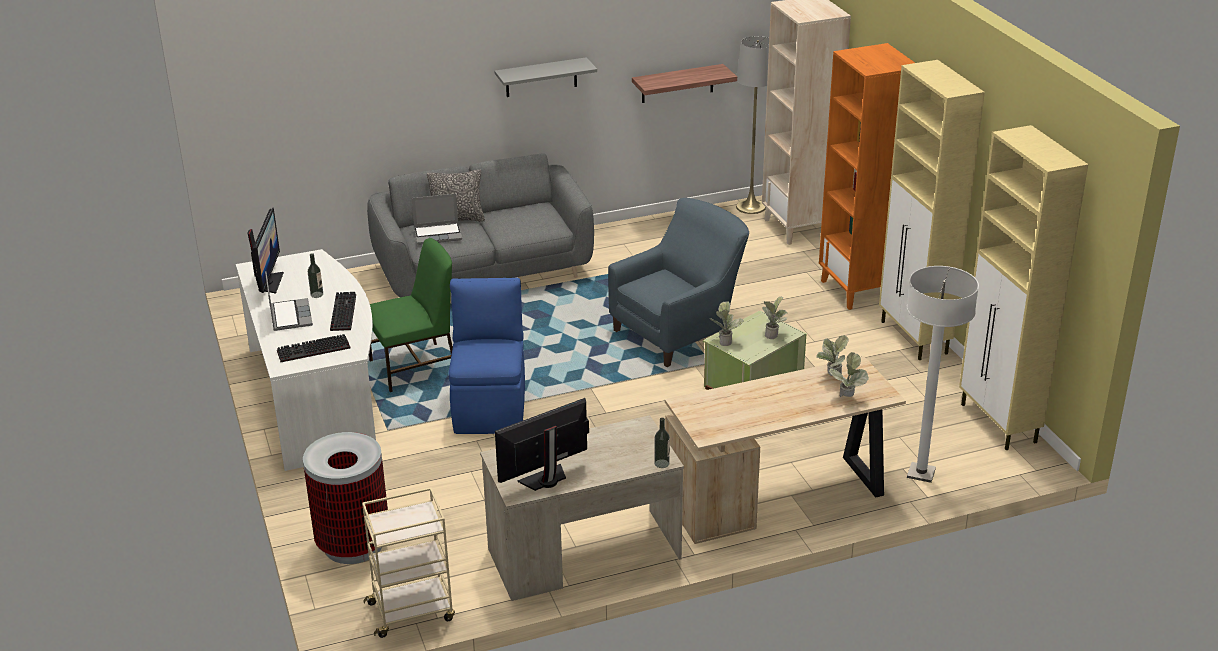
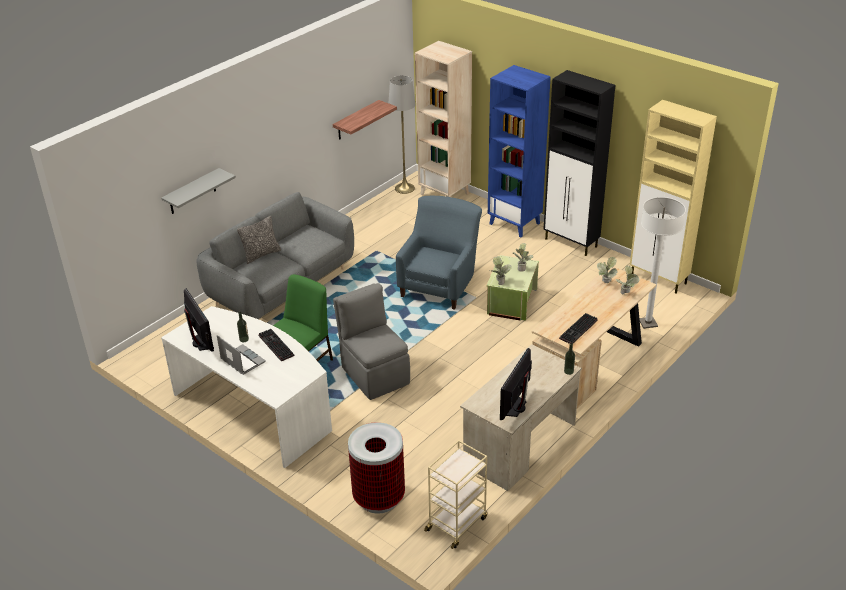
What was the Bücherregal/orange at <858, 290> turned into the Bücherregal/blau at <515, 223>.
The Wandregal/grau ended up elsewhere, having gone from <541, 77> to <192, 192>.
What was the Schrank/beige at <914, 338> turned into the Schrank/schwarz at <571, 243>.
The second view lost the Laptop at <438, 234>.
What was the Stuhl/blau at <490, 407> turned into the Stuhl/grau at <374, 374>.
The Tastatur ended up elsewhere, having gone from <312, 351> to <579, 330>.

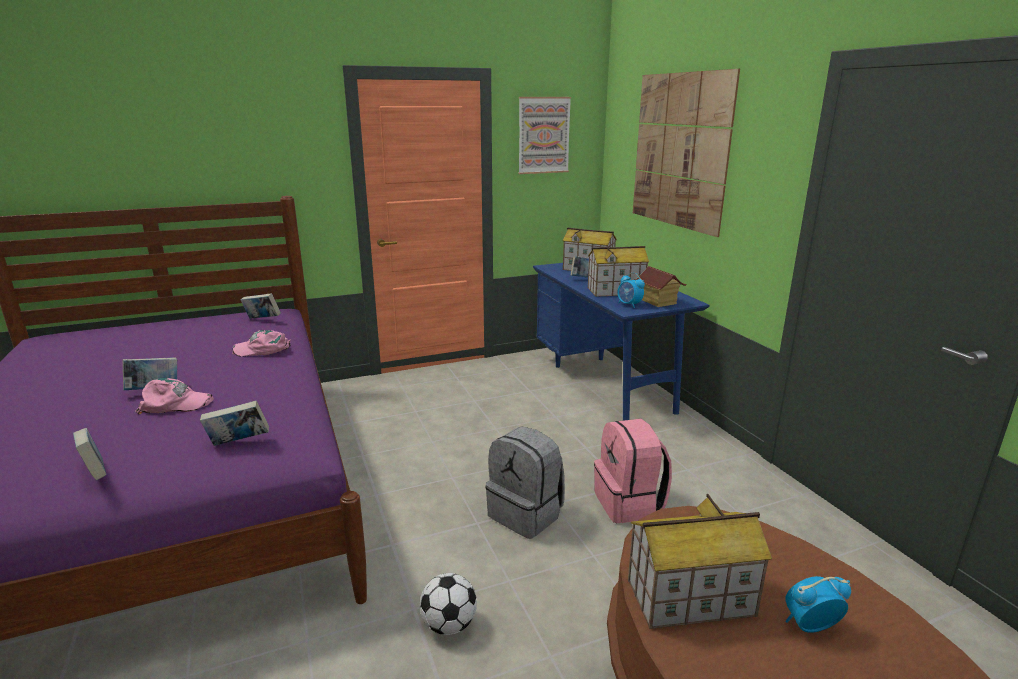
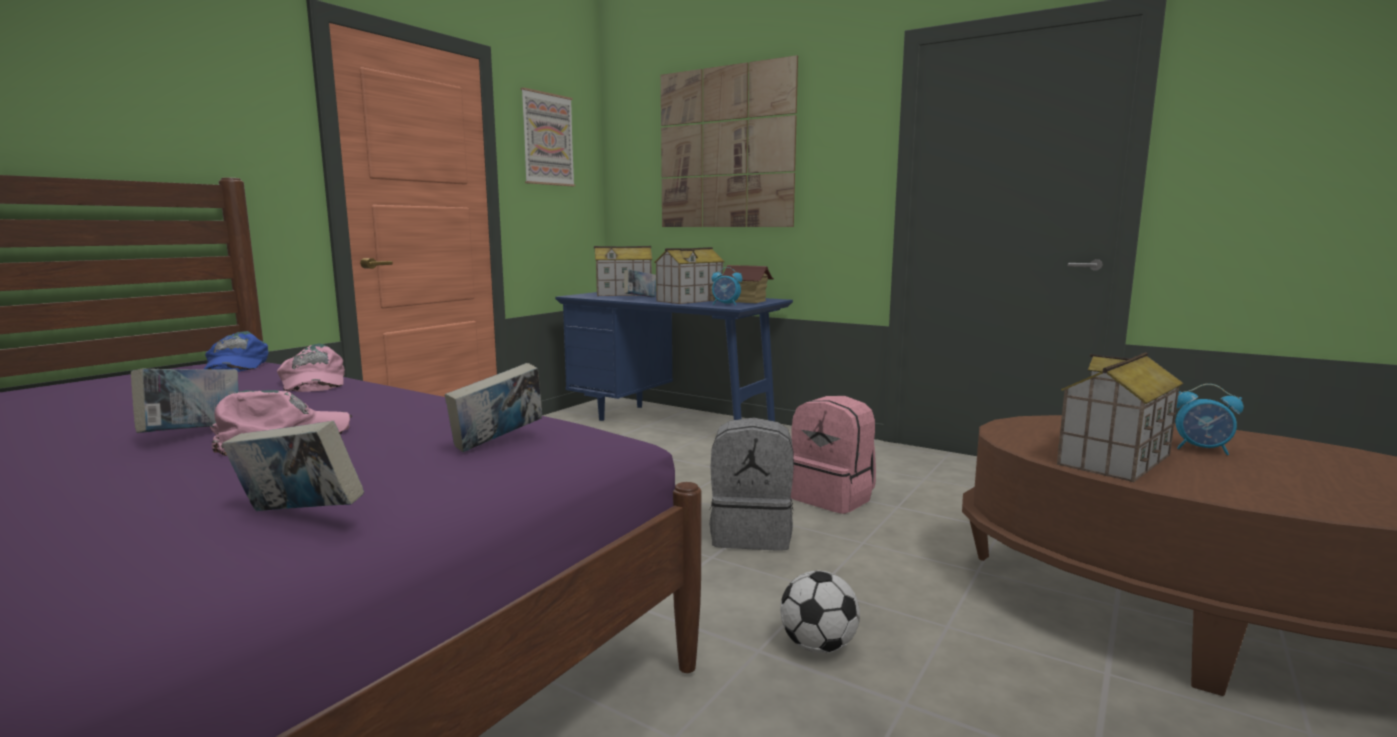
Where the Buch stood at <262, 319>, the Kappe/blau came to stand at <235, 365>.
The Kappe/rosa at <263, 349> ended up facing another way, 75 degrees counterclockwise from before.
The Wecker at <809, 625> ended up facing another way, 105 degrees counterclockwise from before.

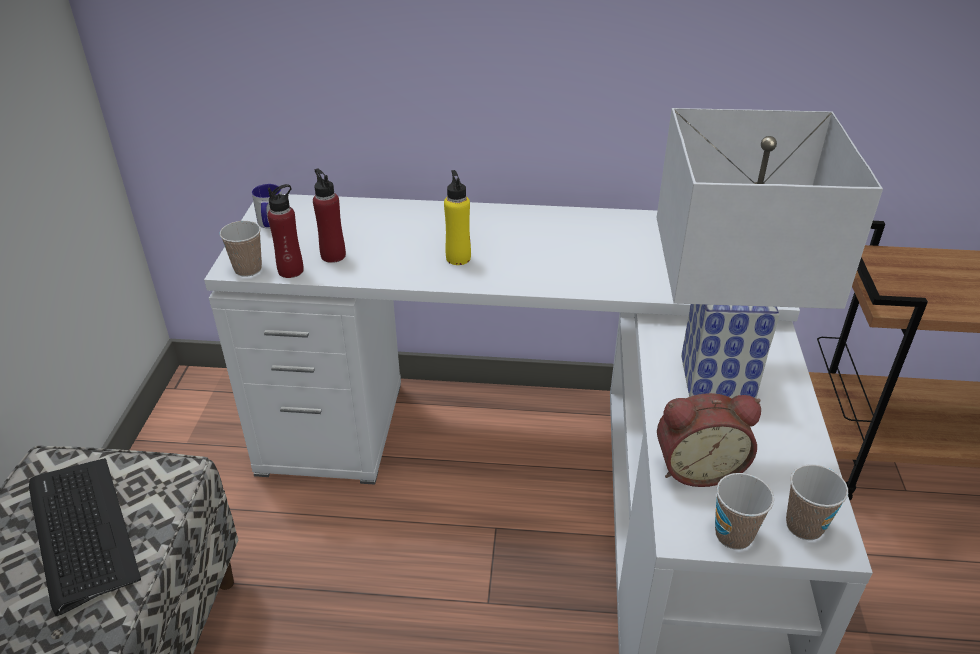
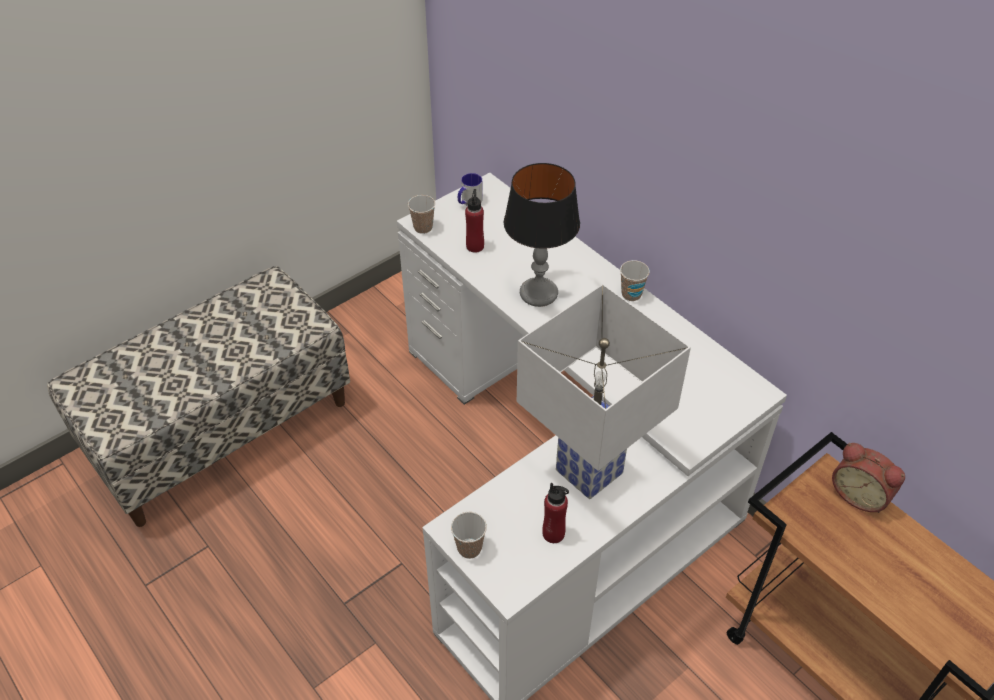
Where the Flasche/gelb stood at <458, 258>, the Tischlampe came to stand at <538, 293>.
The Flasche/rot ended up elsewhere, having gone from <291, 270> to <553, 533>.
The Wecker ended up elsewhere, having gone from <697, 467> to <860, 494>.
The second view lost the Tastatur at <81, 531>.
The Tasse ended up elsewhere, having gone from <804, 526> to <631, 294>.

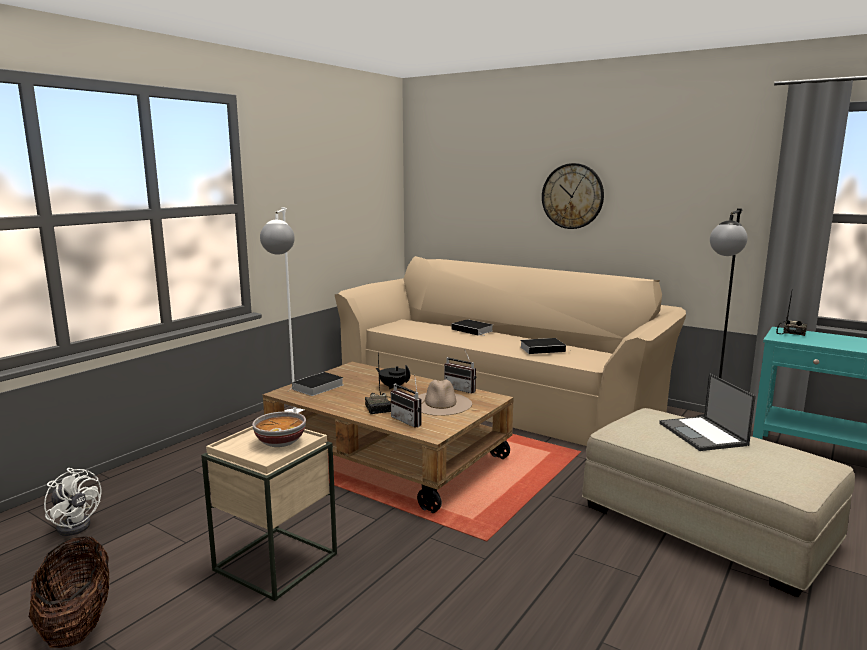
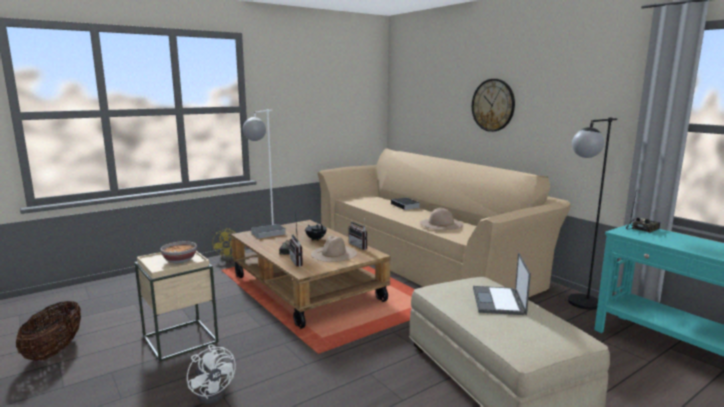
Where the Buch stood at <543, 349>, the Hut/beige came to stand at <441, 224>.
The Ventilator/weiß ended up elsewhere, having gone from <76, 524> to <214, 392>.
The second view gained the Ventilator/gelb at <231, 257>.

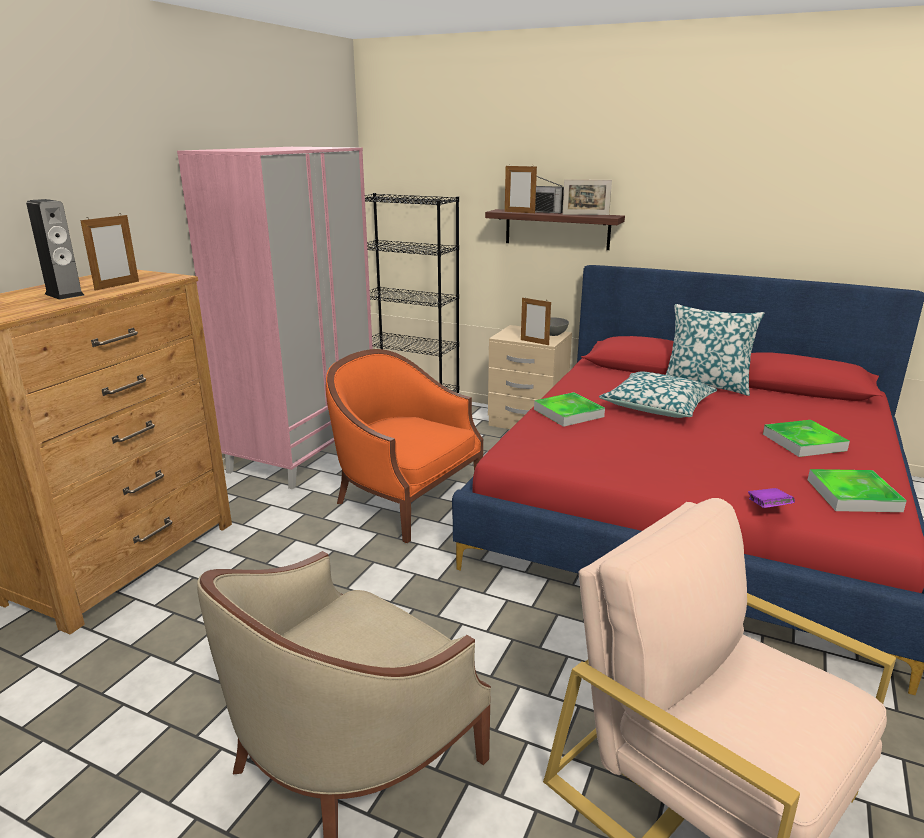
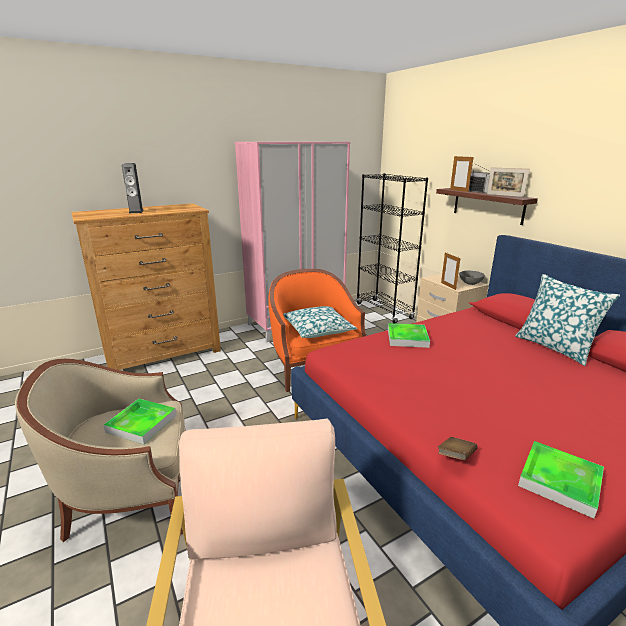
The second view lost the Bilderrahmen at <117, 285>.
The Kissen ended up elsewhere, having gone from <657, 406> to <318, 329>.
The Tablett ended up elsewhere, having gone from <804, 442> to <142, 423>.
What was the Buch/lila at <768, 508> turned into the Buch/braun at <456, 456>.

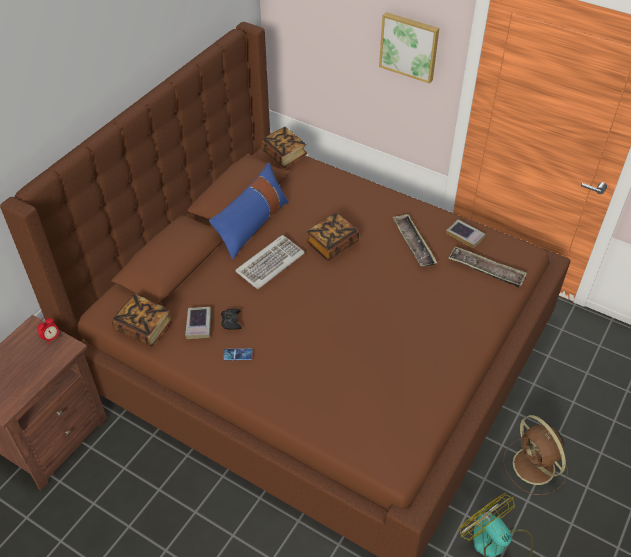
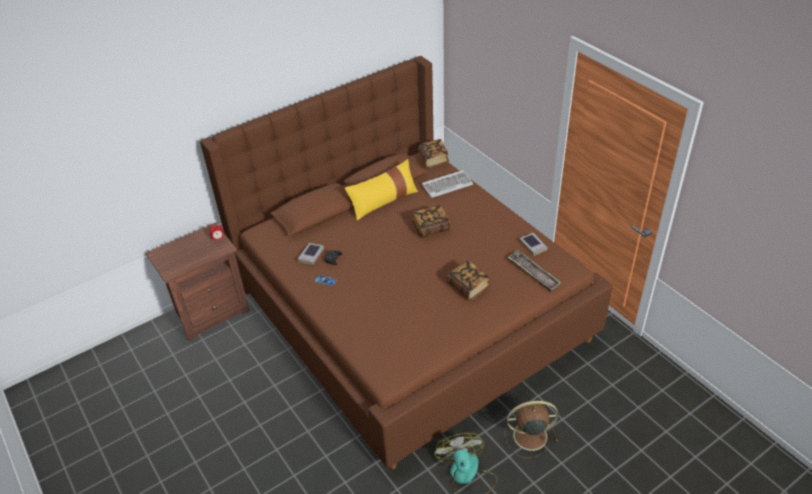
The second view lost the Bild at <409, 46>.
What was the Kissen/blau at <252, 225> turned into the Kissen/gelb at <383, 201>.
The second view lost the Tablett at <413, 243>.
The Tastatur ended up elsewhere, having gone from <270, 263> to <447, 185>.
The Buch ended up elsewhere, having gone from <144, 328> to <468, 286>.
The Ventilator/braun at <535, 467> ended up facing another way, 90 degrees clockwise from before.

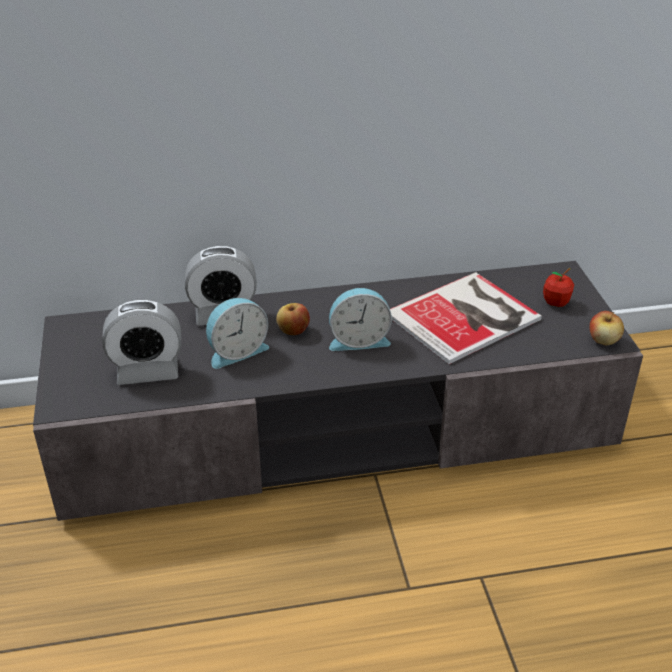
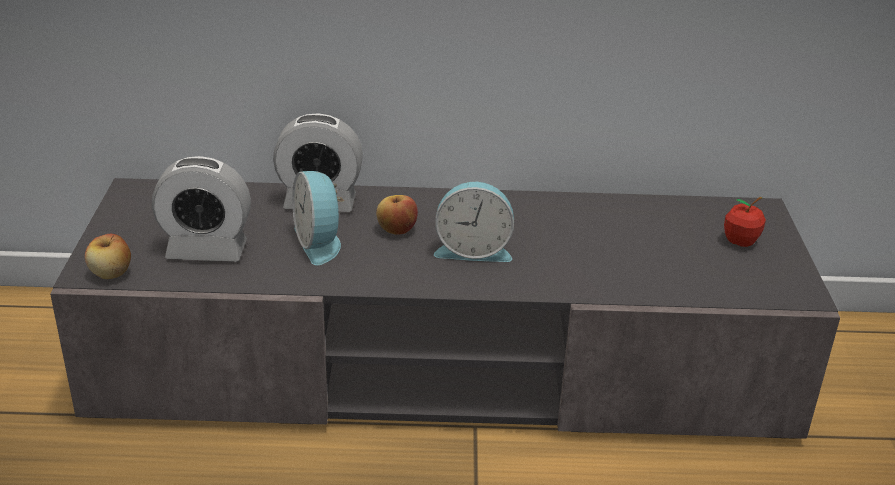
The second view lost the Buch at <467, 317>.
The Wecker at <236, 351> ended up facing another way, 90 degrees clockwise from before.
The Apfel ended up elsewhere, having gone from <603, 340> to <111, 273>.

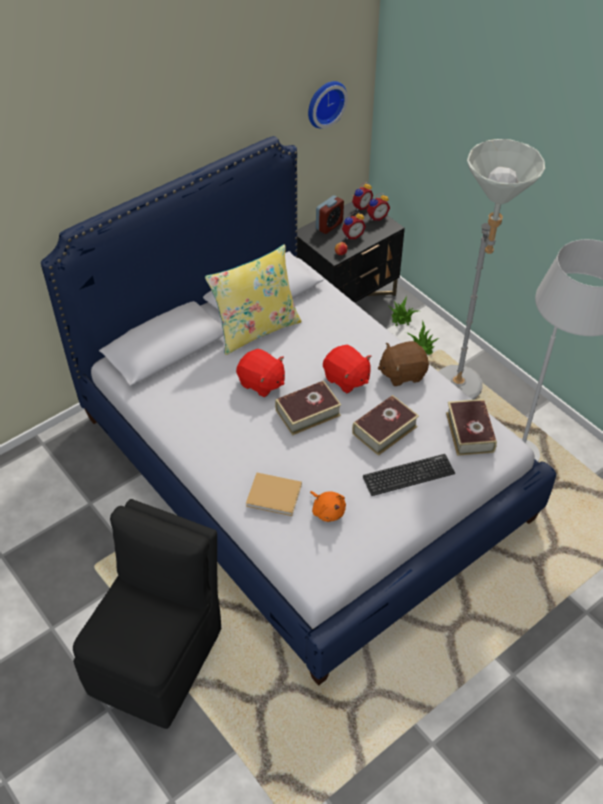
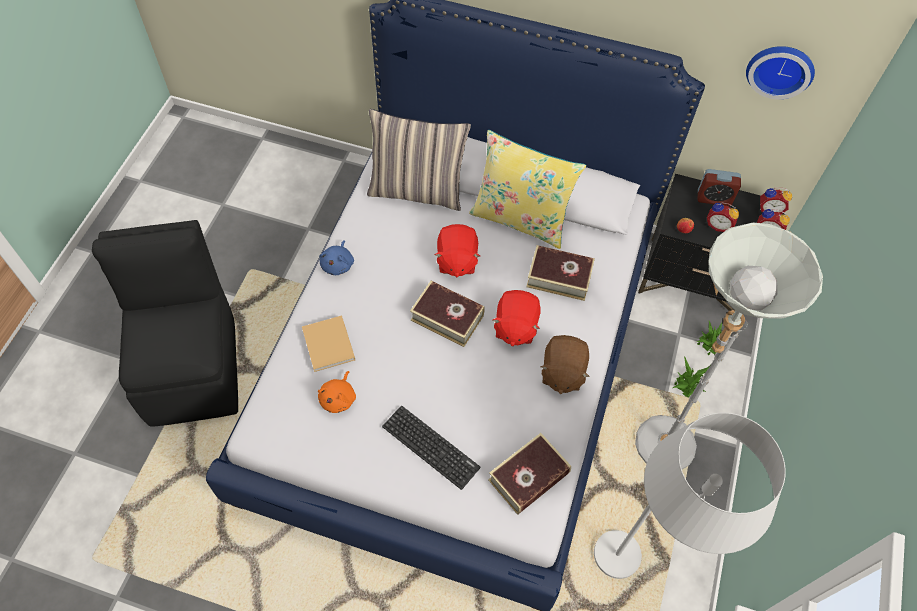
The Plüschtier/braun at <402, 373> ended up facing another way, 120 degrees counterclockwise from before.
The Buch ended up elsewhere, having gone from <384, 430> to <559, 277>.
The Stuhl/schwarz at <158, 657> ended up facing another way, 90 degrees counterclockwise from before.
The second view gained the Kissen at <417, 190>.
The second view gained the Plüschtier/blau at <338, 264>.

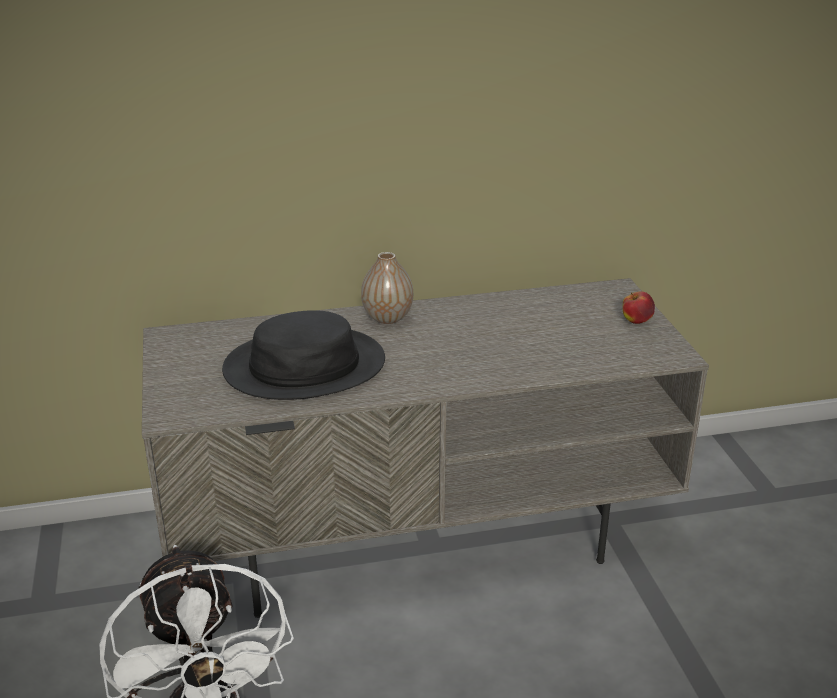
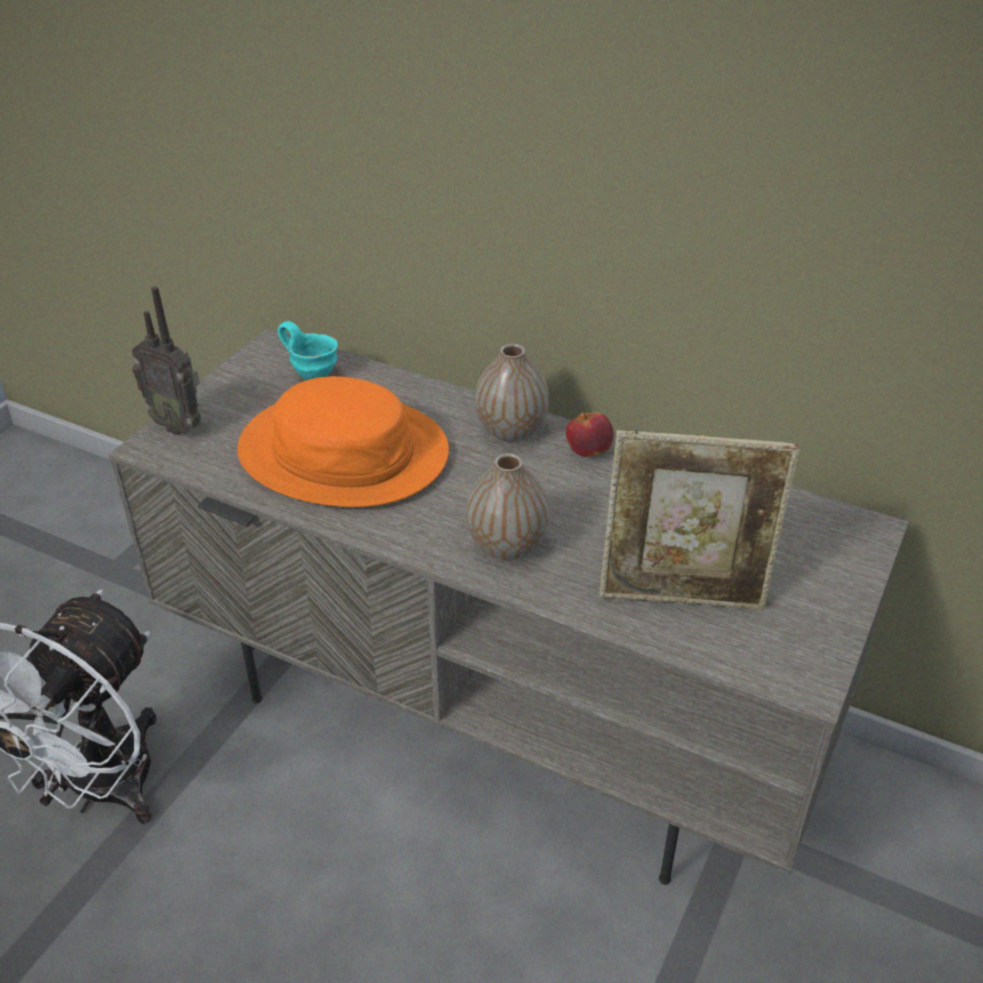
The Apfel ended up elsewhere, having gone from <636, 321> to <588, 452>.
What was the Hut/schwarz at <304, 366> turned into the Hut/orange at <344, 452>.
The second view gained the Radio at <179, 425>.
The second view gained the Henkelbecher/türkis at <313, 373>.
The second view gained the Bilderrahmen at <682, 596>.
The second view gained the Vase at <507, 546>.

